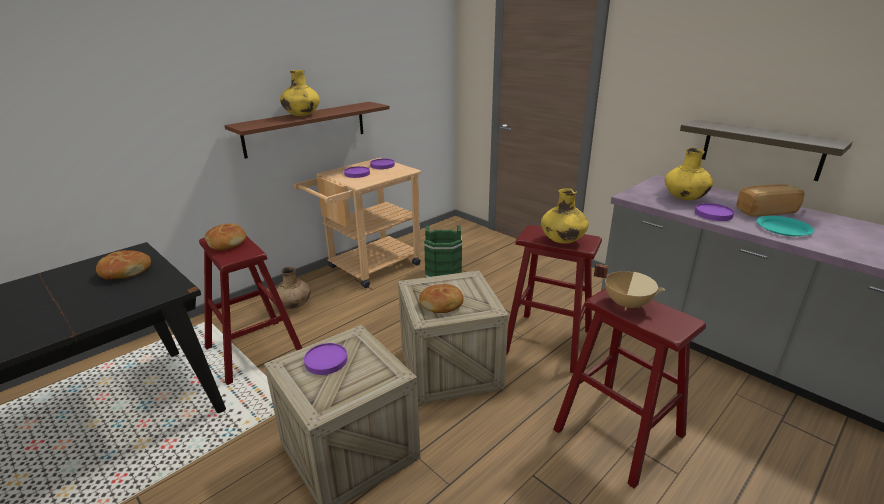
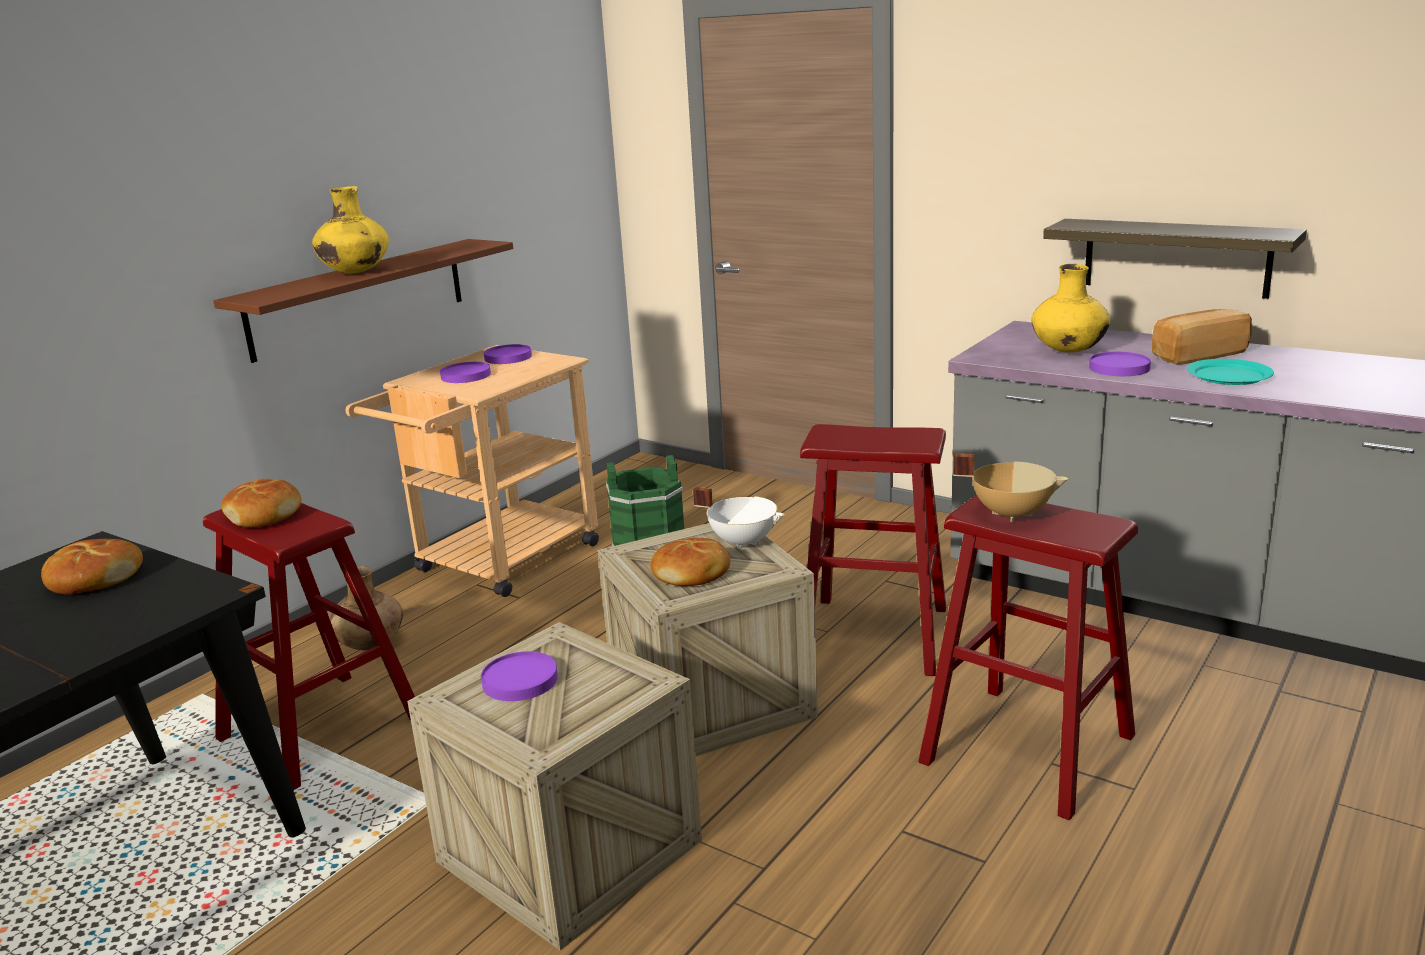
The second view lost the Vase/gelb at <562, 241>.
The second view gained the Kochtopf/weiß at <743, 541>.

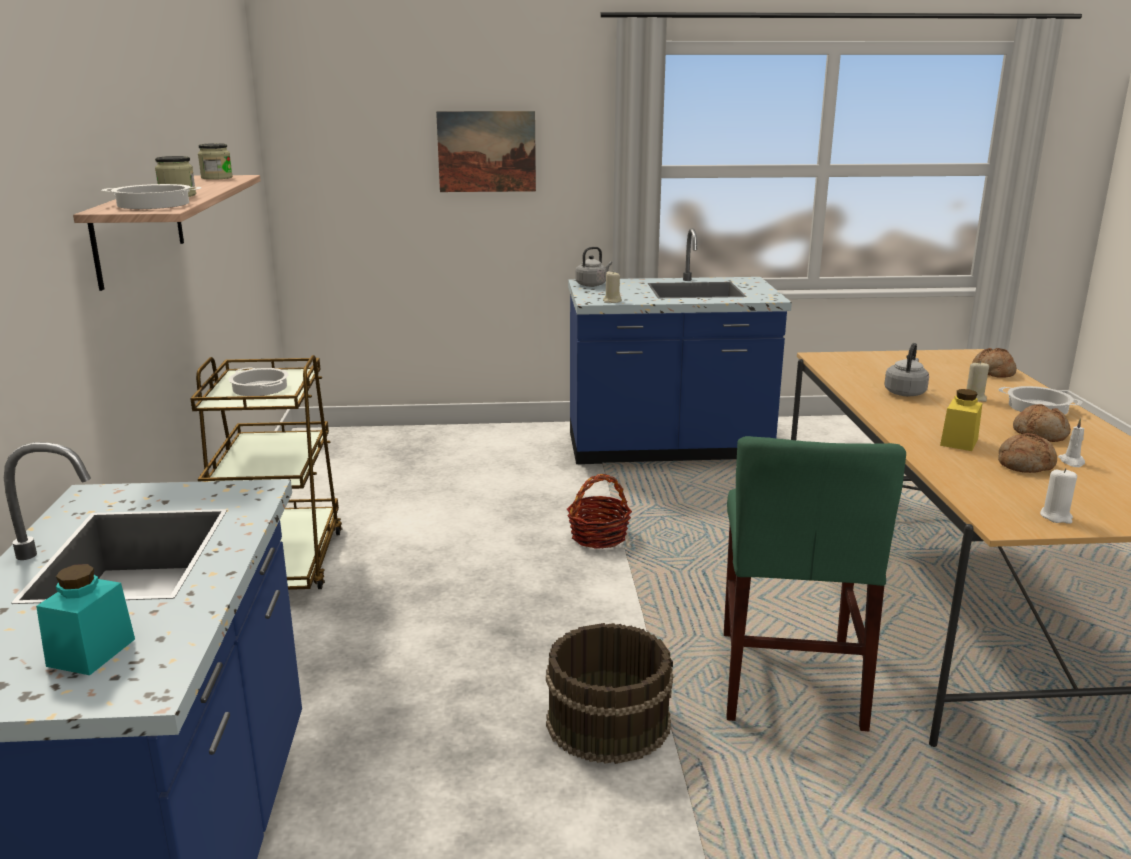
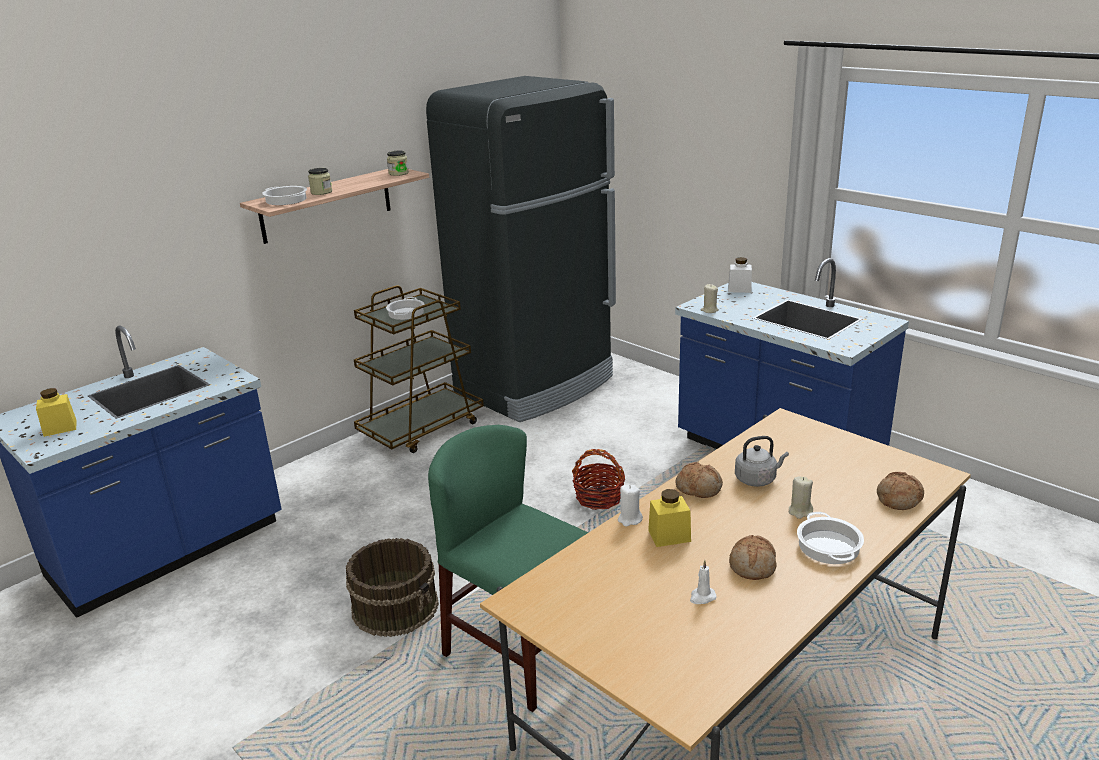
The second view lost the Bild at <486, 151>.
Where the Wasserkessel/grau stood at <592, 284>, the Vorratsglas/weiß came to stand at <739, 289>.
The Brot ended up elsewhere, having gone from <1025, 464> to <699, 488>.
The Stuhl/grün at <789, 678> ended up facing another way, 75 degrees clockwise from before.
The Kerze/weiß ended up elsewhere, having gone from <1056, 517> to <629, 519>.
What was the Vorratsglas/türkis at <91, 652> turned into the Vorratsglas/gelb at <60, 428>.
The second view gained the Kühlschrank/schwarz at <536, 385>.

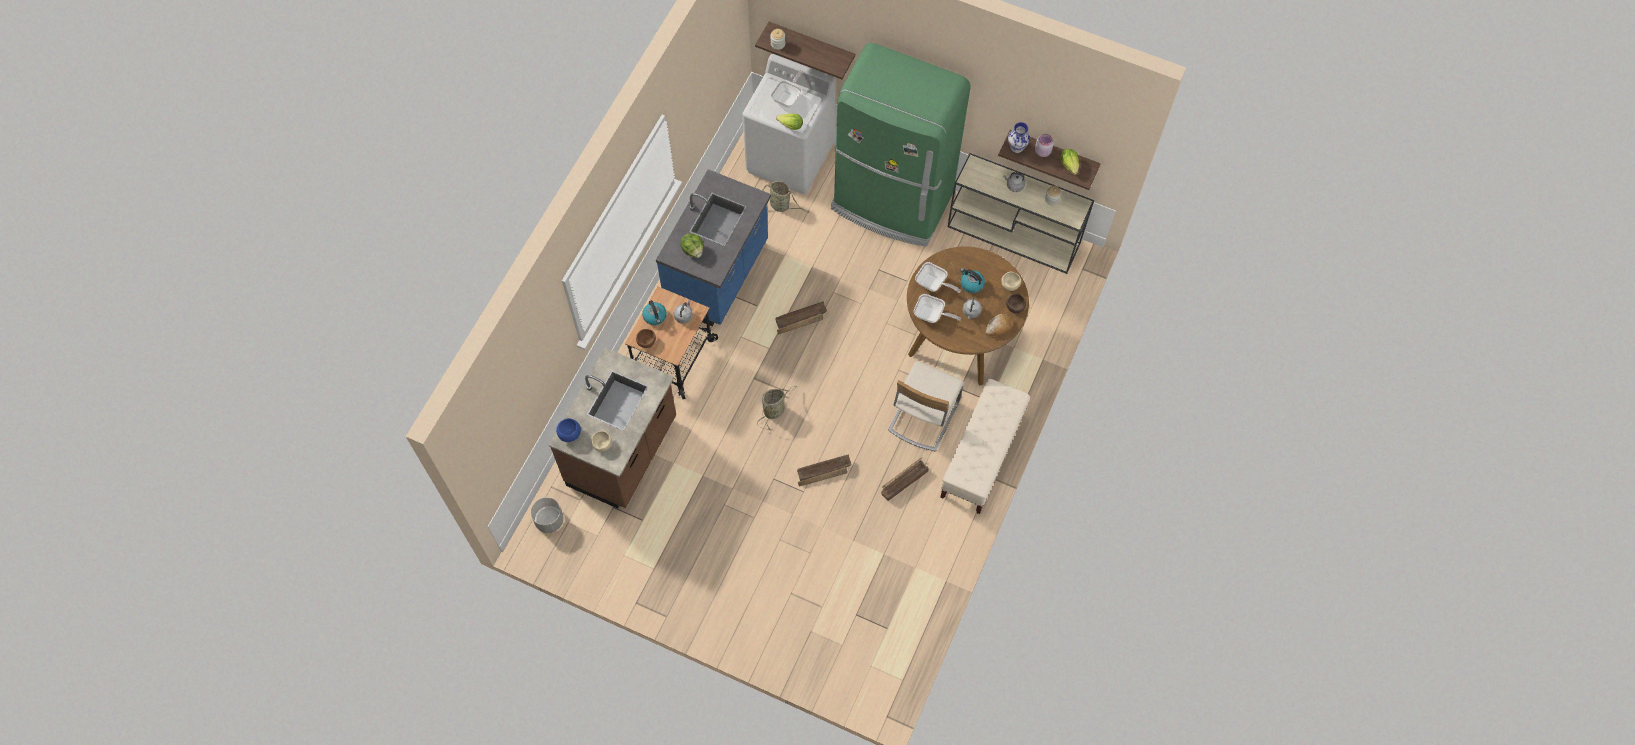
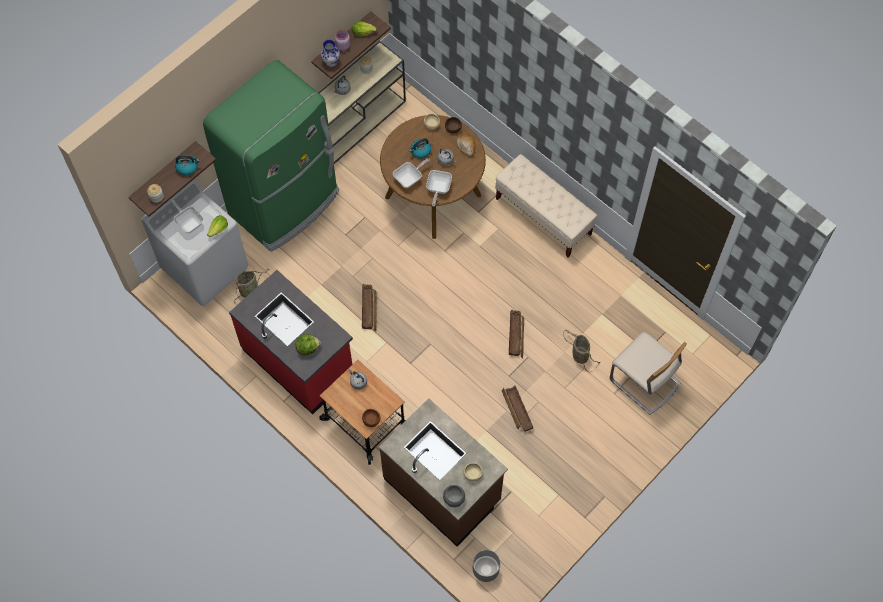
What was the Küchenzeile/blau at <718, 275> turned into the Küchenzeile/rot at <299, 361>.
The Pfanne at <931, 315> ended up facing another way, 150 degrees clockwise from before.
The Wasserkessel ended up elsewhere, having gone from <655, 316> to <187, 167>.
The Stuhl/beige ended up elsewhere, having gone from <923, 416> to <644, 382>.
The Korb ended up elsewhere, having gone from <775, 410> to <579, 354>.
What was the Schüssel/blau at <569, 434> turned into the Schüssel/grau at <453, 499>.
The Kiste ended up elsewhere, having gone from <903, 481> to <517, 410>.

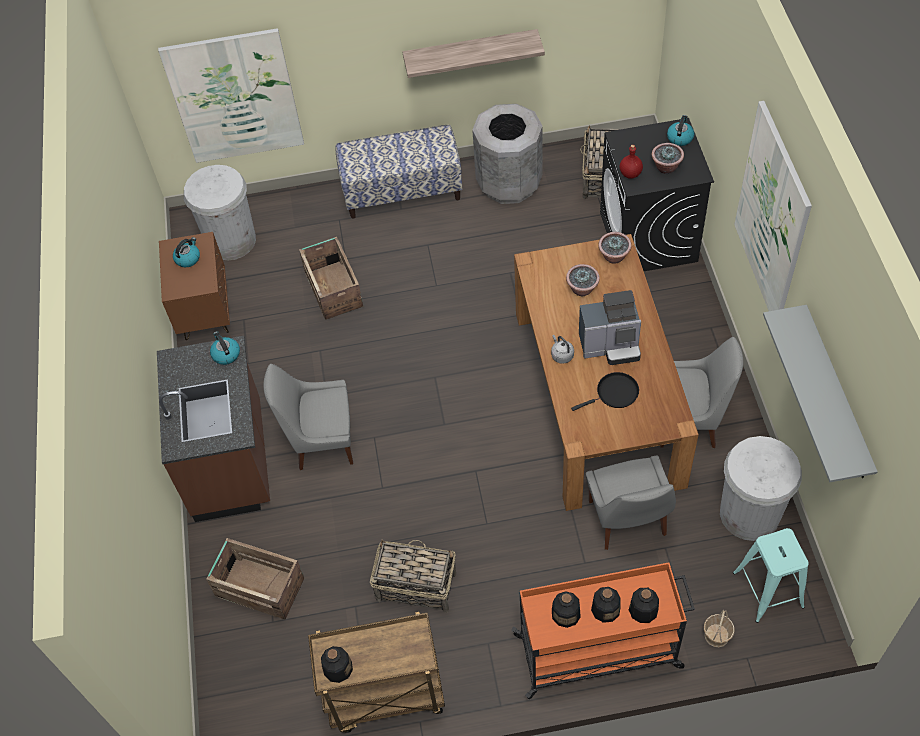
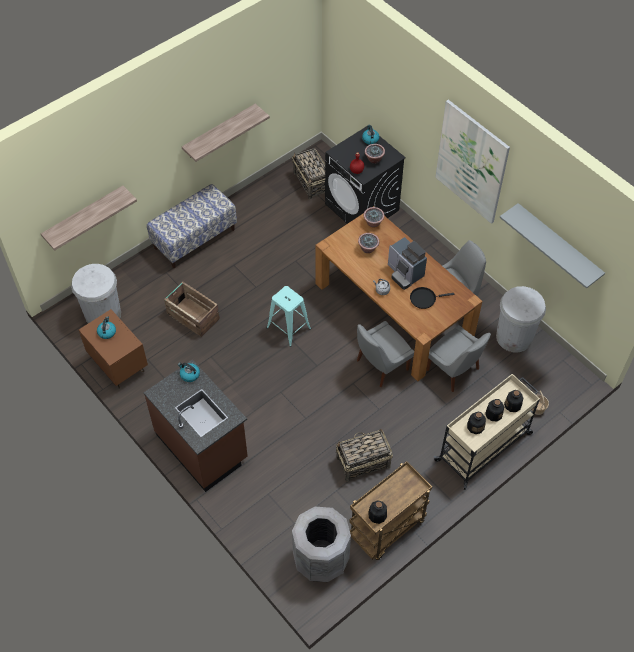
Where the Bild hung at <234, 97>, the Wandregal came to hang at <84, 215>.
The Mülleimer/grau ended up elsewhere, having gone from <509, 183> to <321, 559>.
The Kaffeemaschine at <611, 346> ended up facing another way, 90 degrees clockwise from before.
The Stuhl/grau ended up elsewhere, having gone from <321, 441> to <380, 366>.
The Pfanne/schwarz at <614, 393> ended up facing another way, 135 degrees counterclockwise from before.
The Hocker/türkis ended up elsewhere, having gone from <768, 589> to <288, 328>.
The second view lost the Kiste at <259, 586>.
What was the Rollwagen/orange at <599, 651> turned into the Rollwagen/beige at <484, 446>.

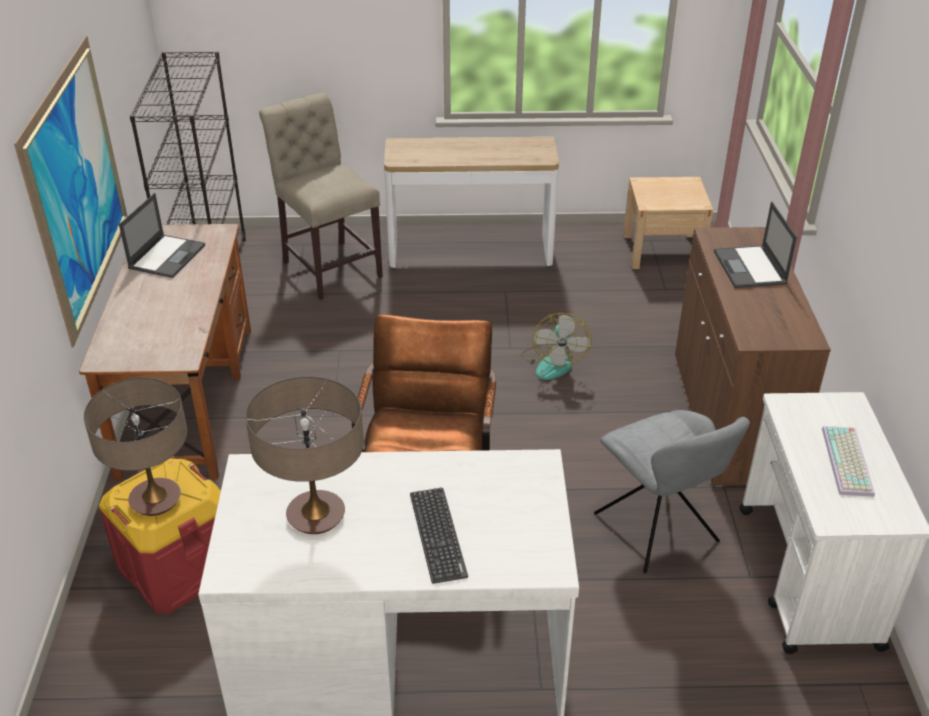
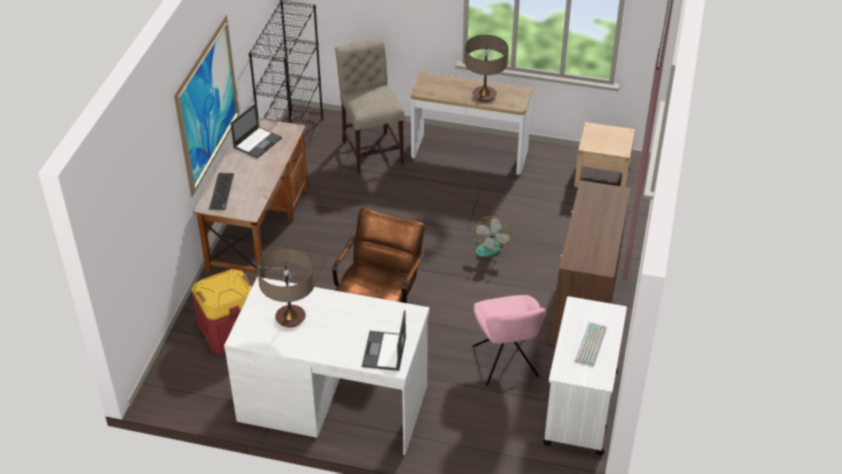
The Laptop ended up elsewhere, having gone from <750, 268> to <384, 352>.
The Tischlampe ended up elsewhere, having gone from <155, 500> to <484, 95>.
What was the Stuhl/grau at <658, 531> turned into the Stuhl/rosa at <506, 364>.
The Tastatur ended up elsewhere, having gone from <437, 534> to <221, 191>.

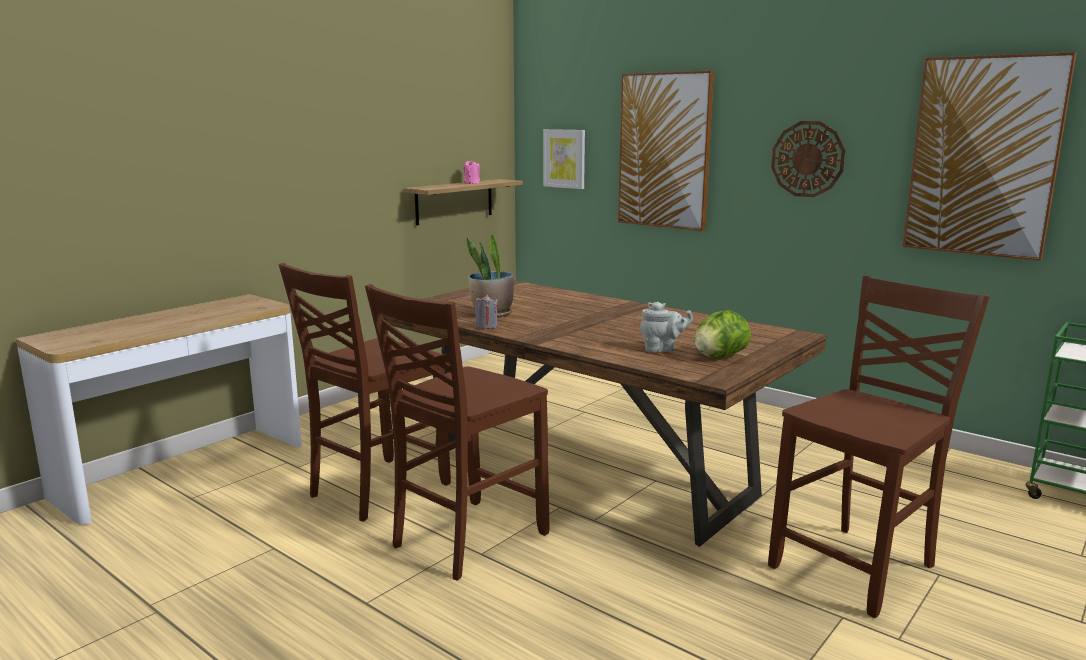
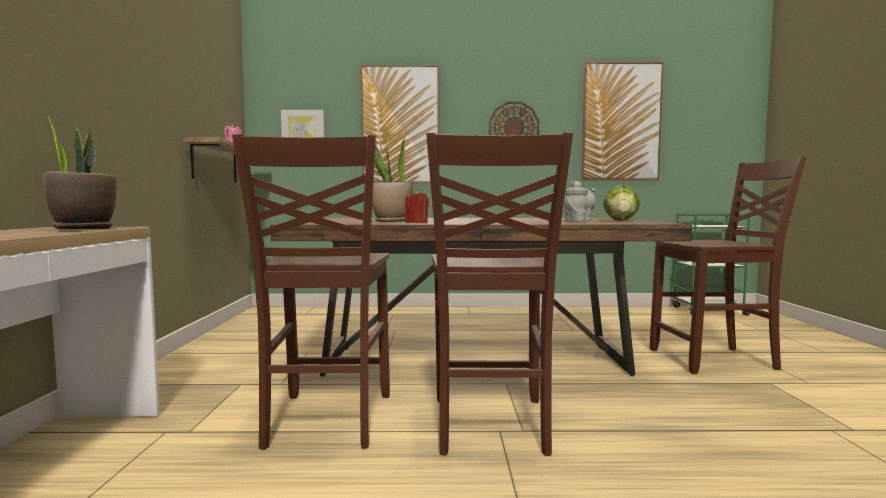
The Stuhl/braun at <857, 567> ended up facing another way, 75 degrees clockwise from before.
What was the Kerze/grau at <486, 326> turned into the Kerze/rot at <416, 223>.
The second view gained the Topfpflanze at <83, 229>.

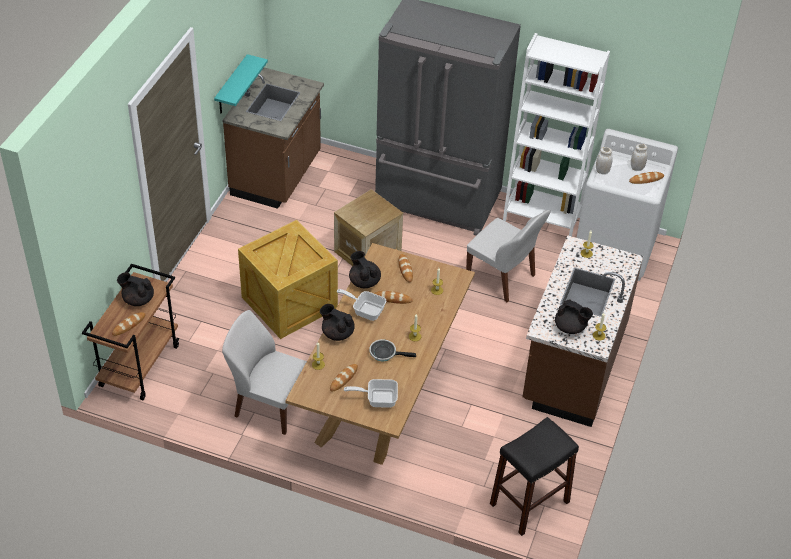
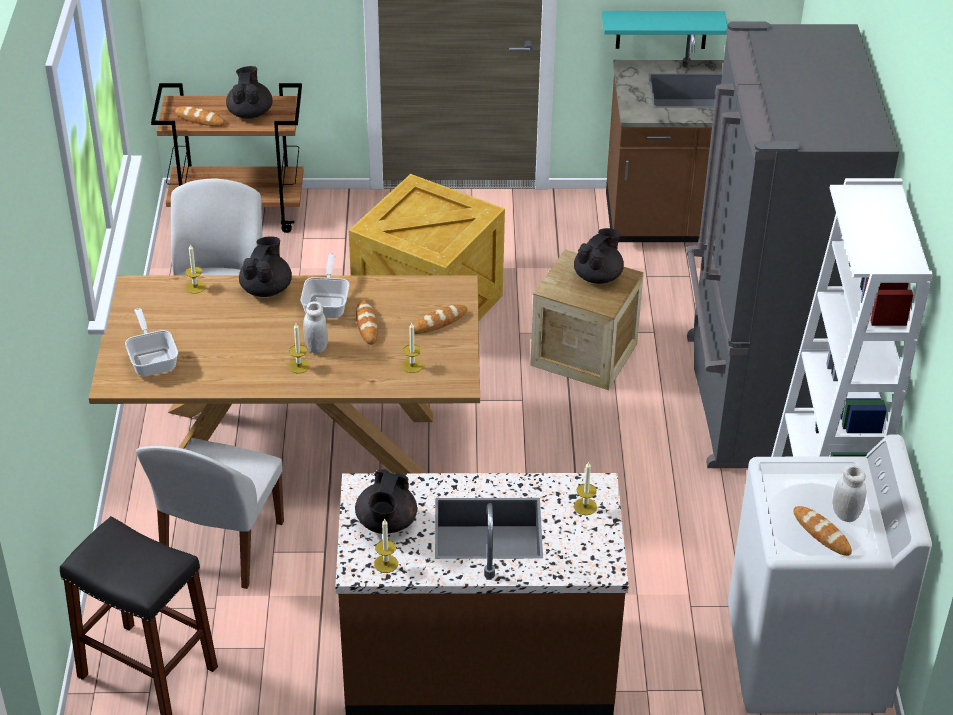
The Vorratsglas/weiß ended up elsewhere, having gone from <602, 171> to <316, 347>.
The Stuhl/weiß ended up elsewhere, having gone from <502, 278> to <221, 547>.
The Teekanne/schwarz ended up elsewhere, having gone from <364, 281> to <598, 276>.
The second view lost the Pfanne at <385, 353>.
The second view lost the Brot at <343, 379>.

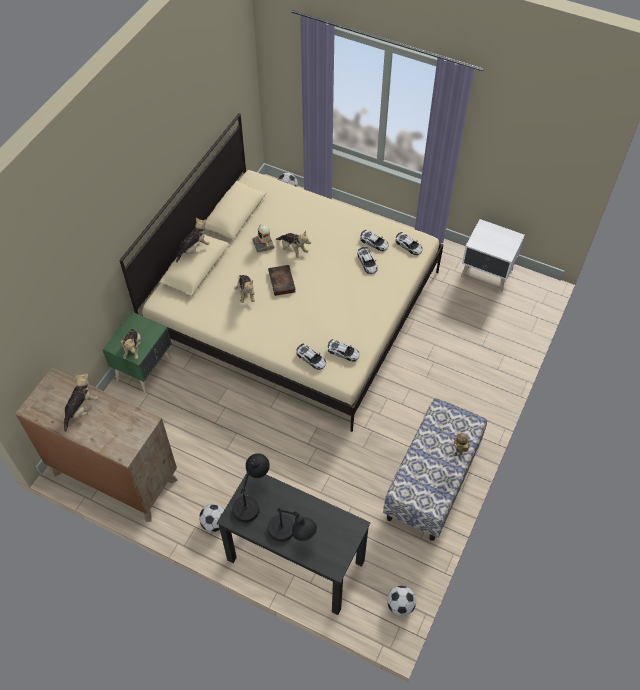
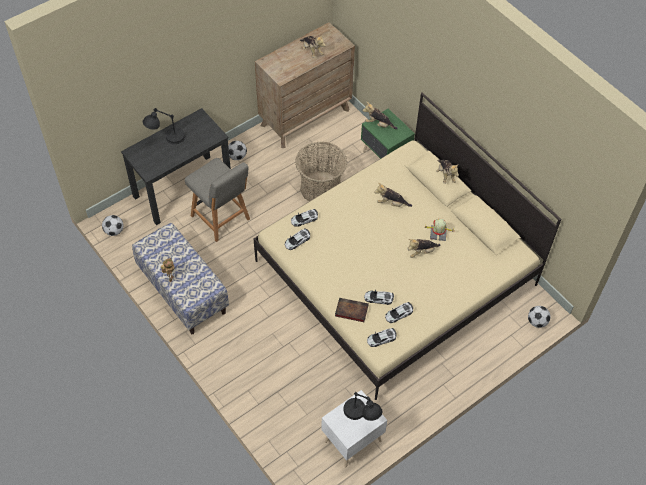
The Buch ended up elsewhere, having gone from <282, 282> to <350, 311>.
The Tischlampe/schwarz ended up elsewhere, having gone from <252, 498> to <361, 417>.
The second view gained the Korb at <320, 188>.
The second view gained the Stuhl/grau at <221, 219>.

